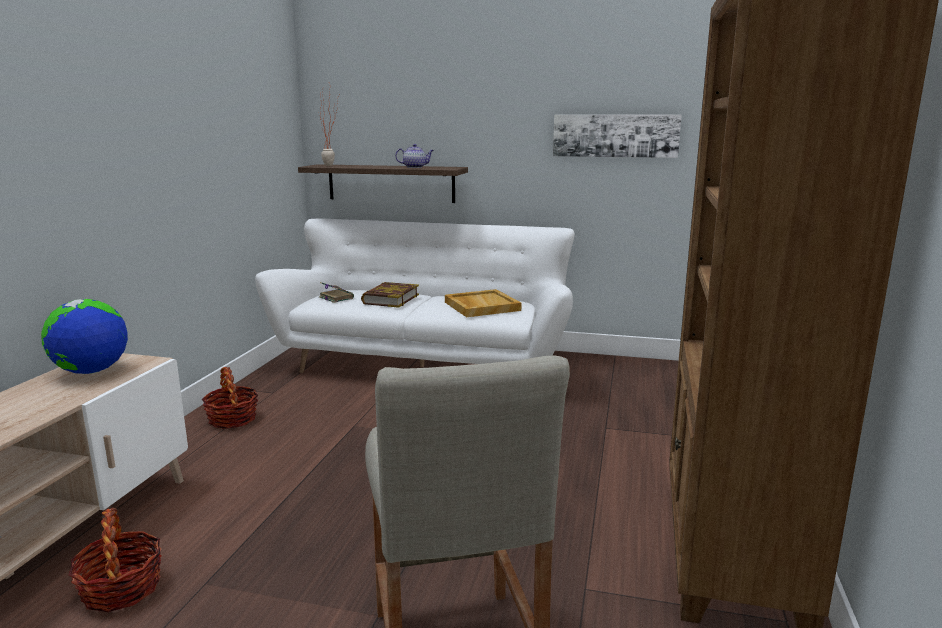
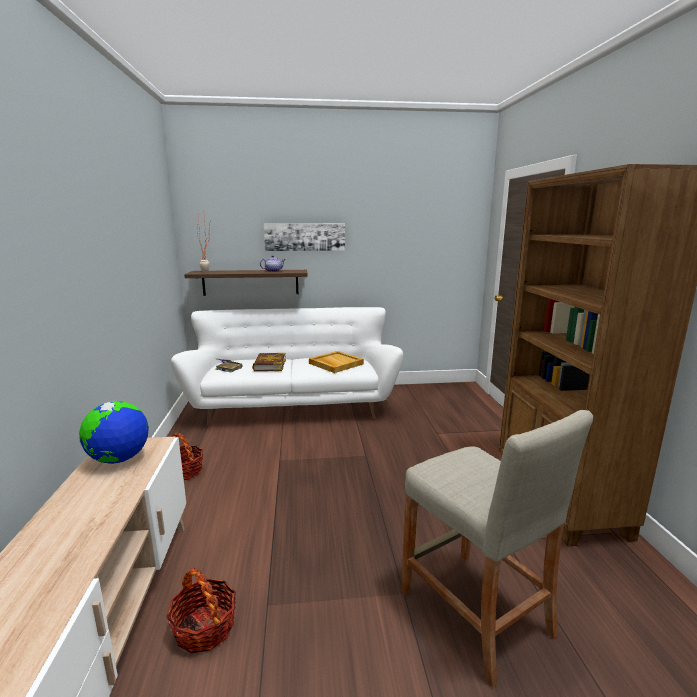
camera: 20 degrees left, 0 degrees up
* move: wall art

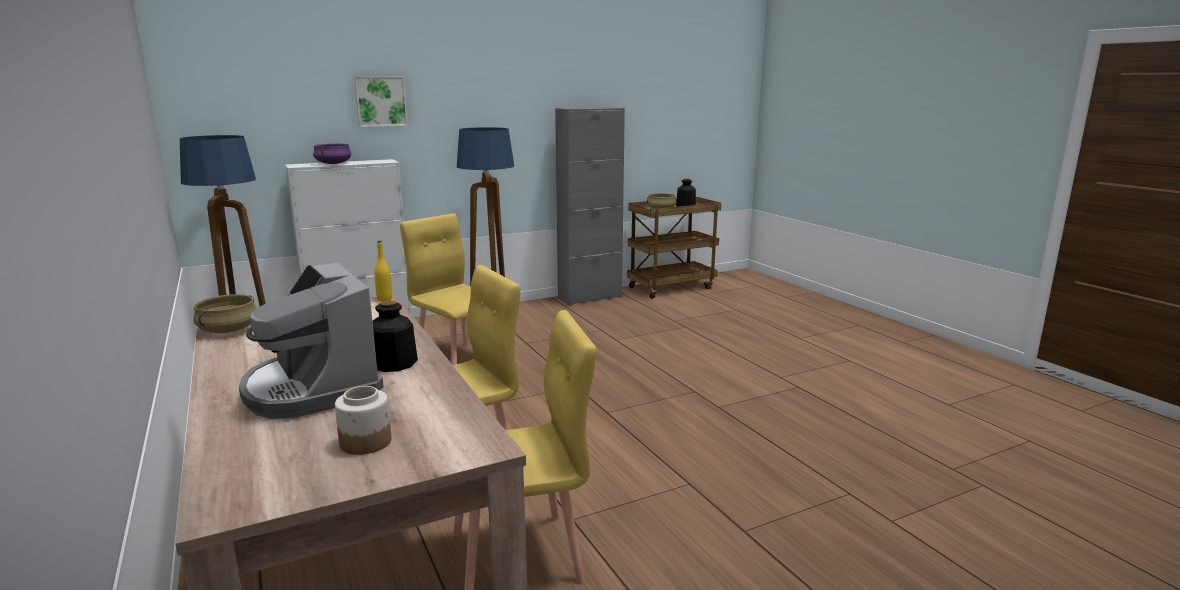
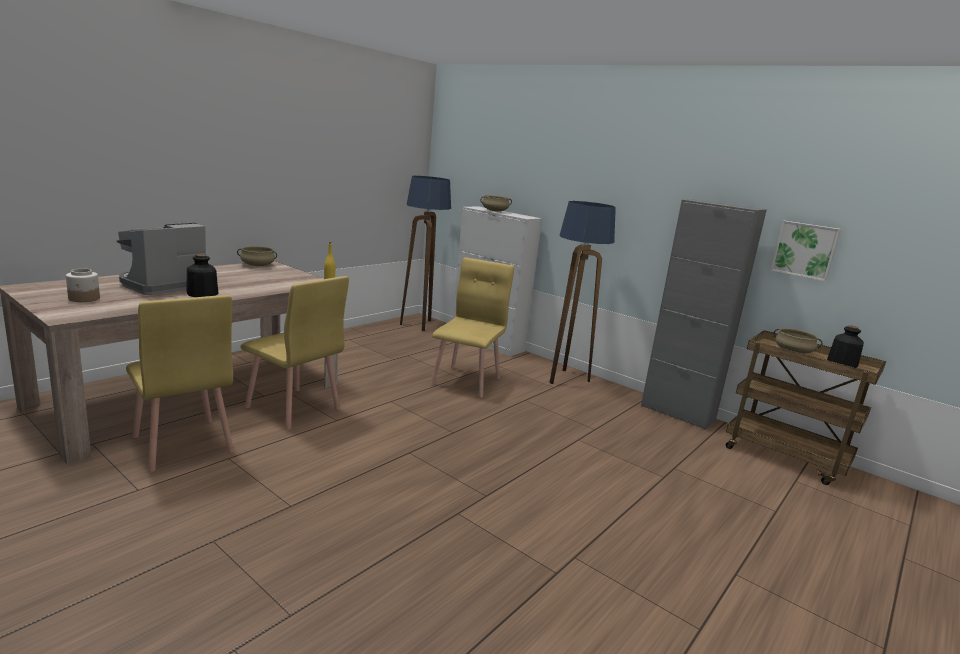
camera: 65 degrees right, 0 degrees up
* recolor: purple saucepot to sand-coloured saucepot (2nd from left)
* move: wall art

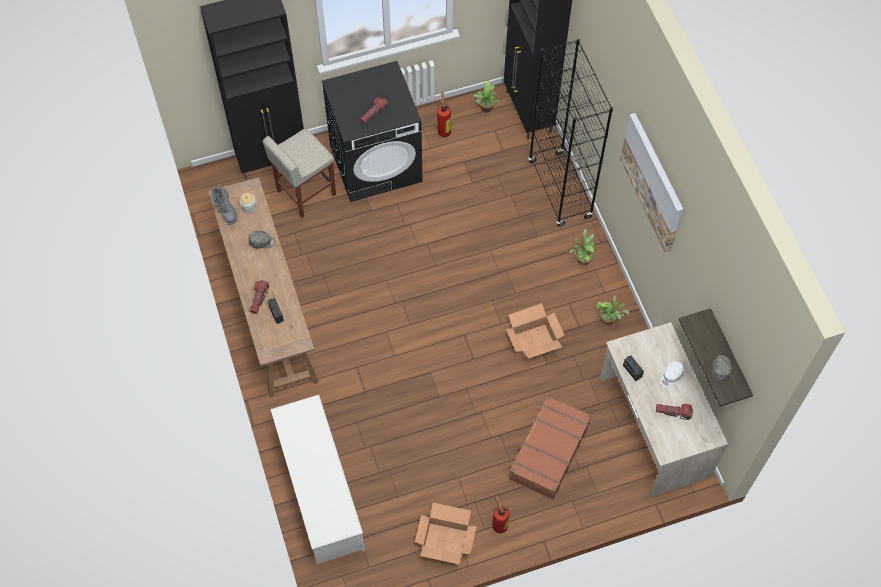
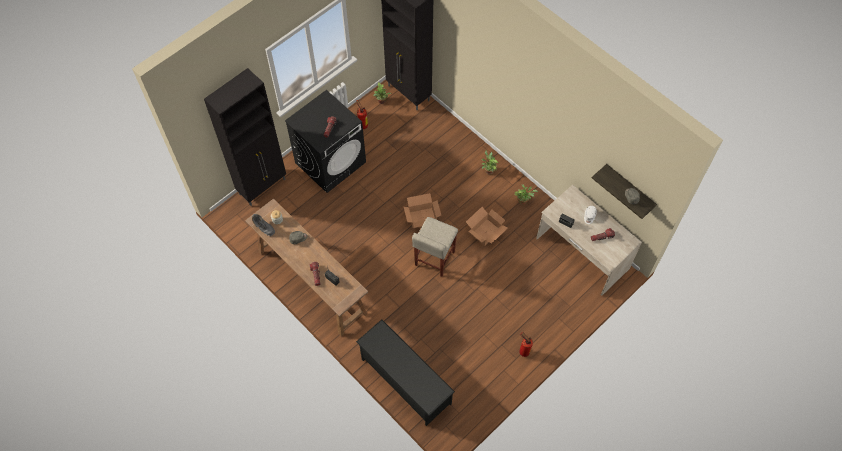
camera: 25 degrees left, 0 degrees up
* move: sand-coloured stool
* recolor: white shoe rack to black-coloured shoe rack
* move: packing box (1st from left)
* delete: brownish suitcase
* delete: black-coloured bookcase
* delete: wall art

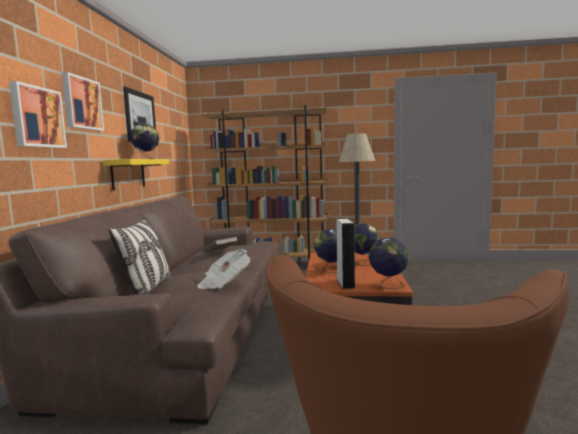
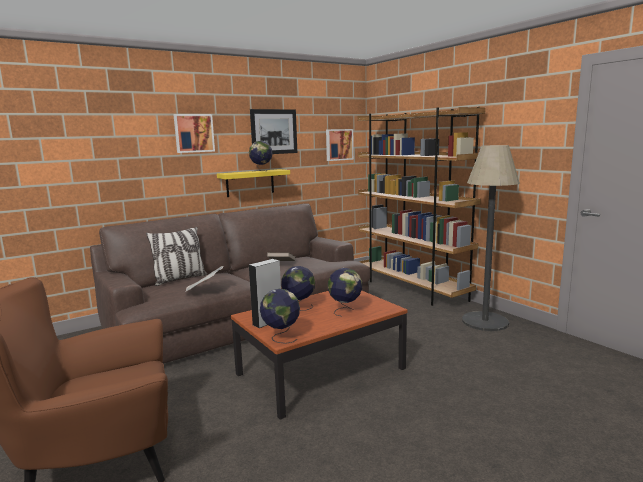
camera: 50 degrees right, 5 degrees up
* move: wall art (1st from left in the first image) to wall art (3rd from left)

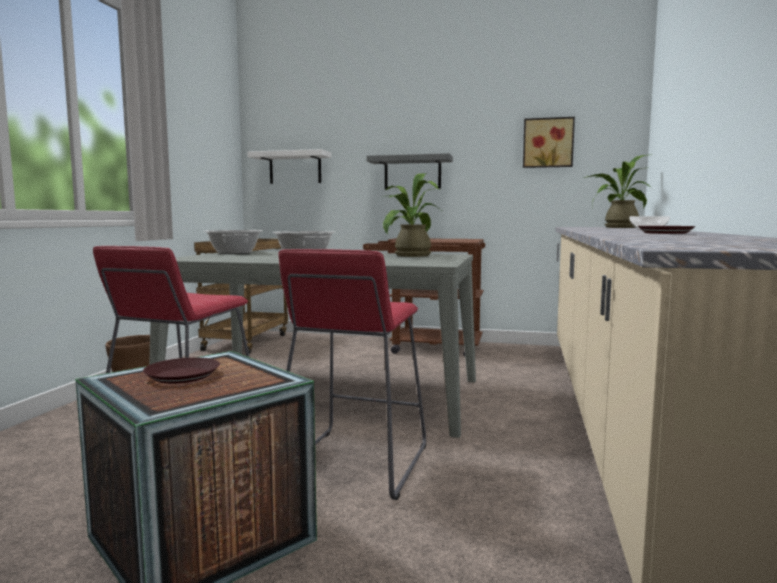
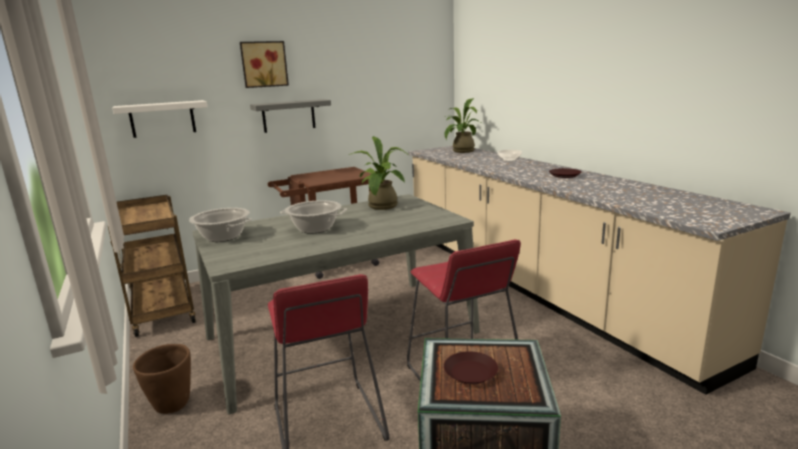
camera: 40 degrees left, 10 degrees up
* move: wall art

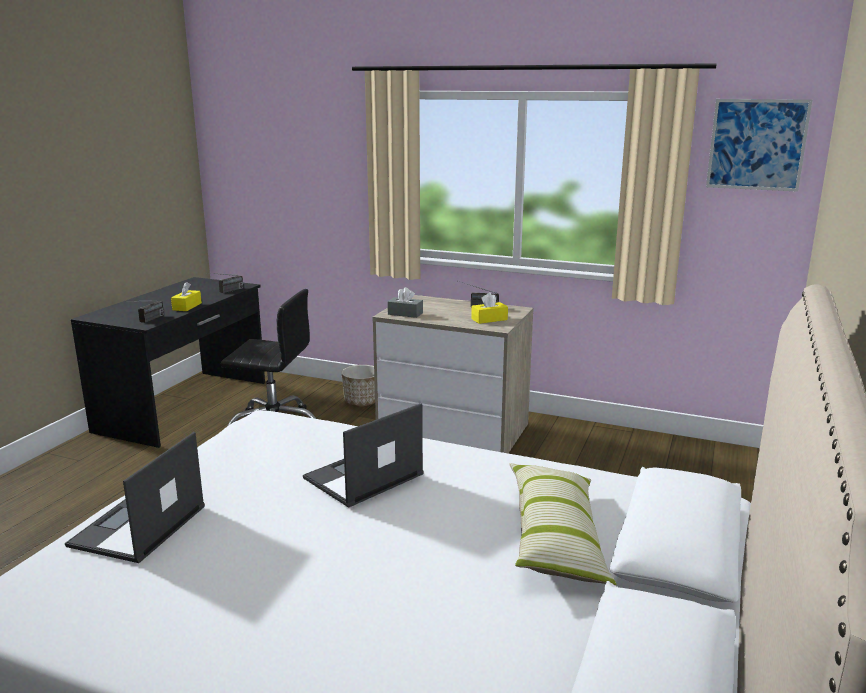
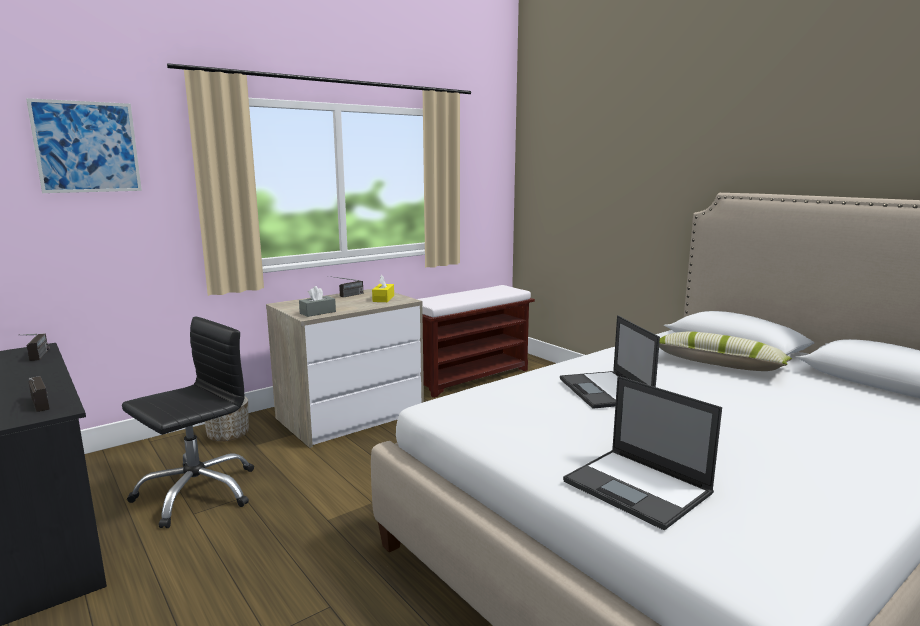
camera: 60 degrees left, 5 degrees down
* delete: yellow-coloured box of tissues (1st from left)
* move: wall art
* insert: brownish long seat

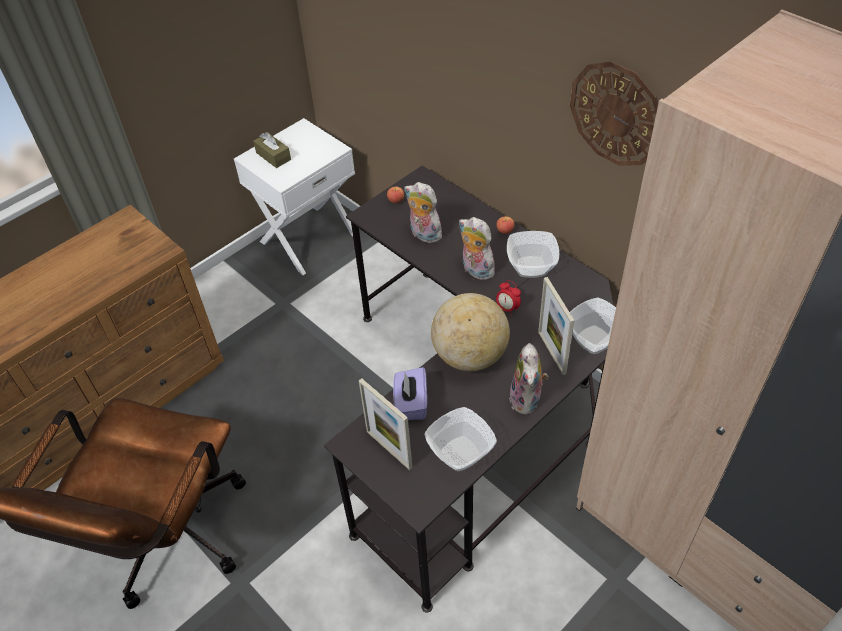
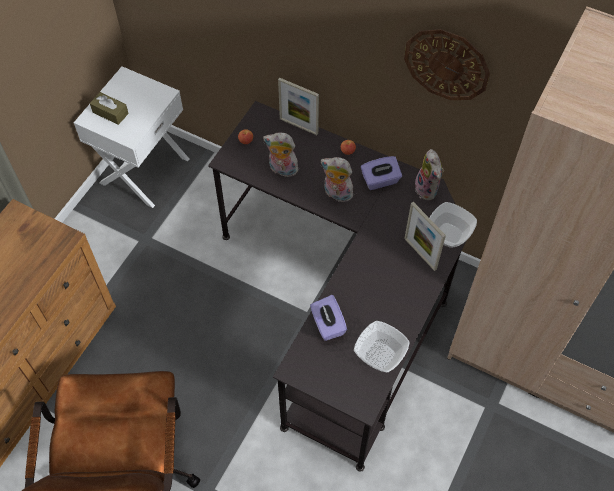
camera: 20 degrees left, 10 degrees up
* move: standing frame (1st from left)
* delete: world globe
* delete: alarm clock
* replace: deep dish (2nd from left) to purple box of tissues (2nd from left)
* move: cuddly toy (3rd from left)

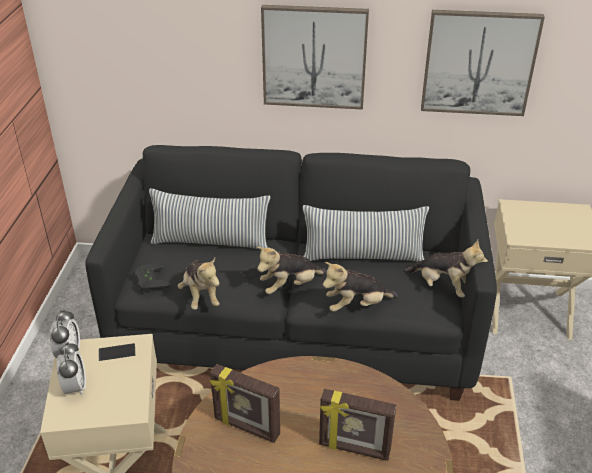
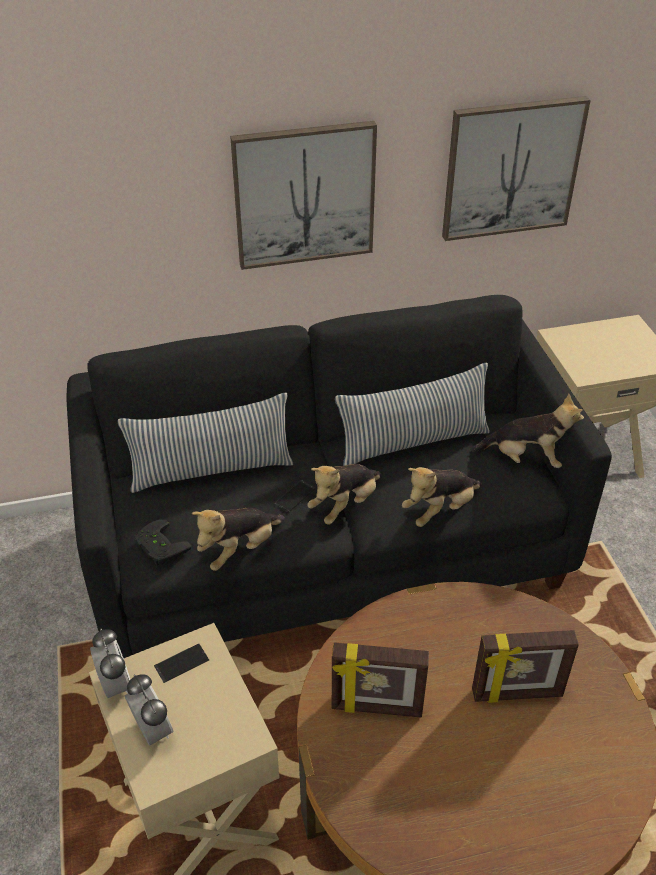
camera: 20 degrees left, 5 degrees up
* rotate: cuddly toy (1st from left) 90 degrees clockwise

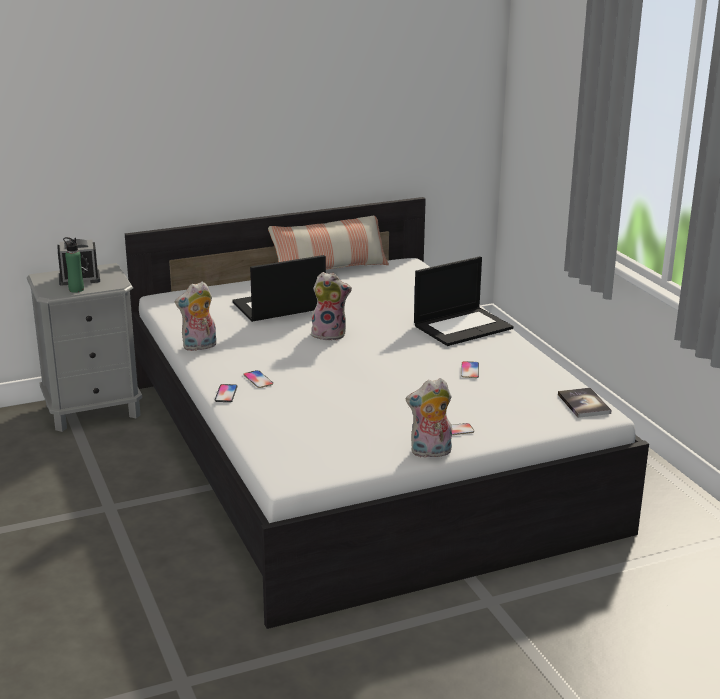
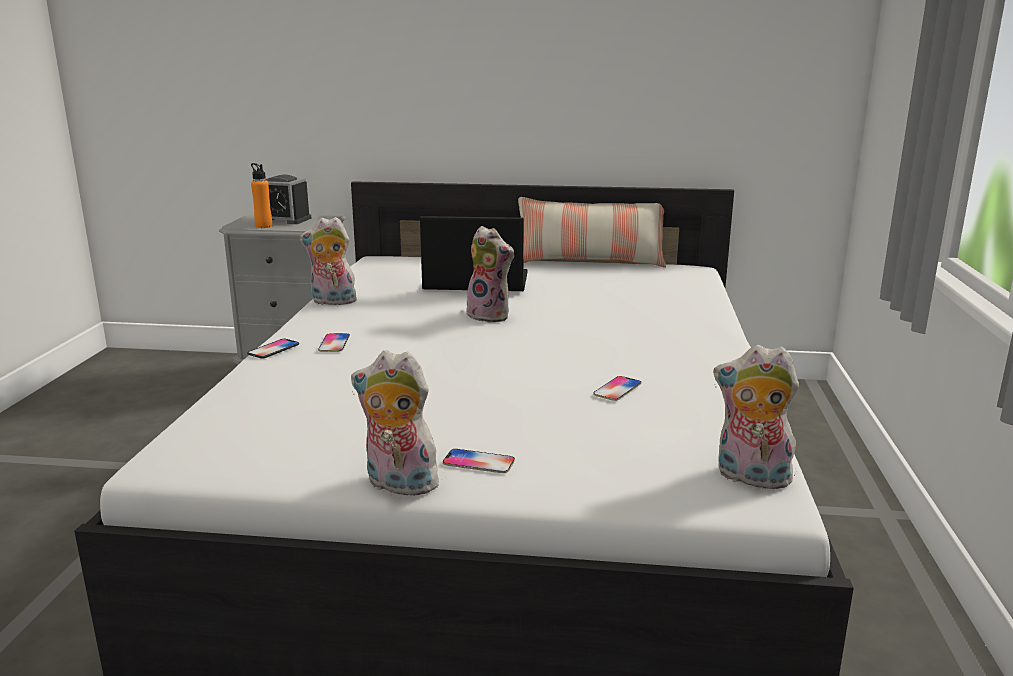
camera: 30 degrees right, 5 degrees down
* recolor: green drink bottle to orange-coloured drink bottle
* delete: laptop (2nd from left)
* replace: book to cuddly toy (4th from left)

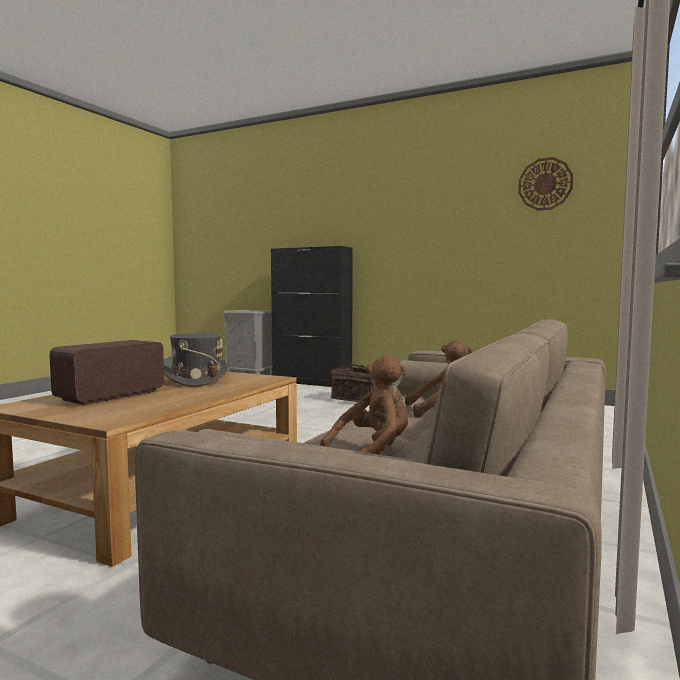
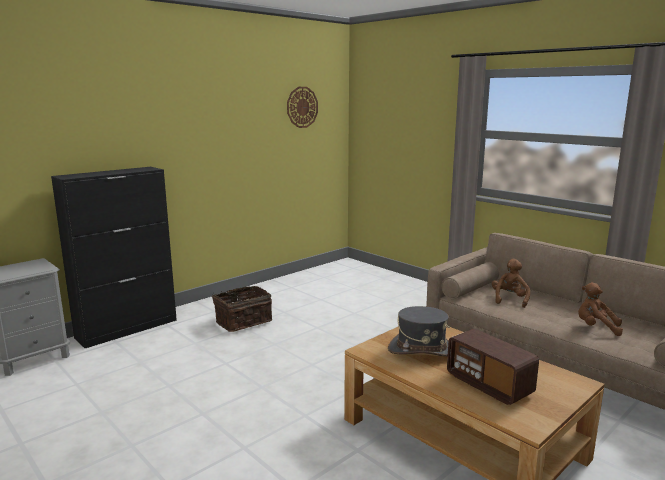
camera: 70 degrees left, 10 degrees up
* rotate: brownish cuddly toy (1st from left in the first image) 45 degrees counterclockwise

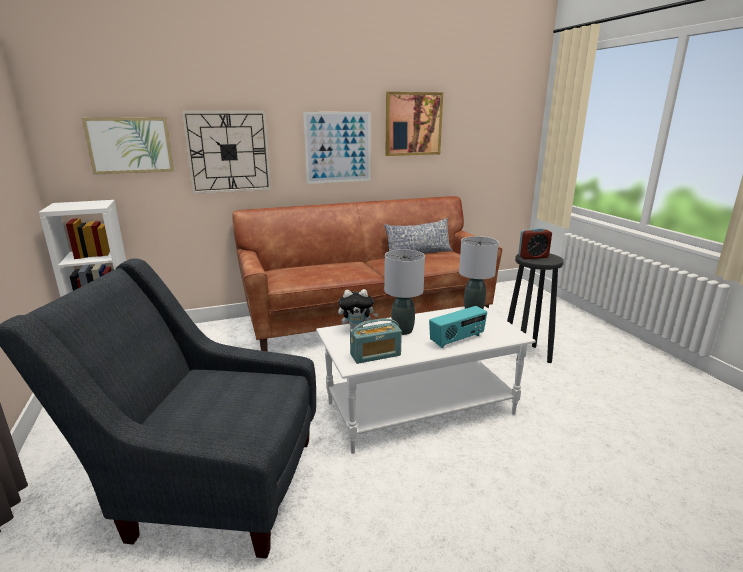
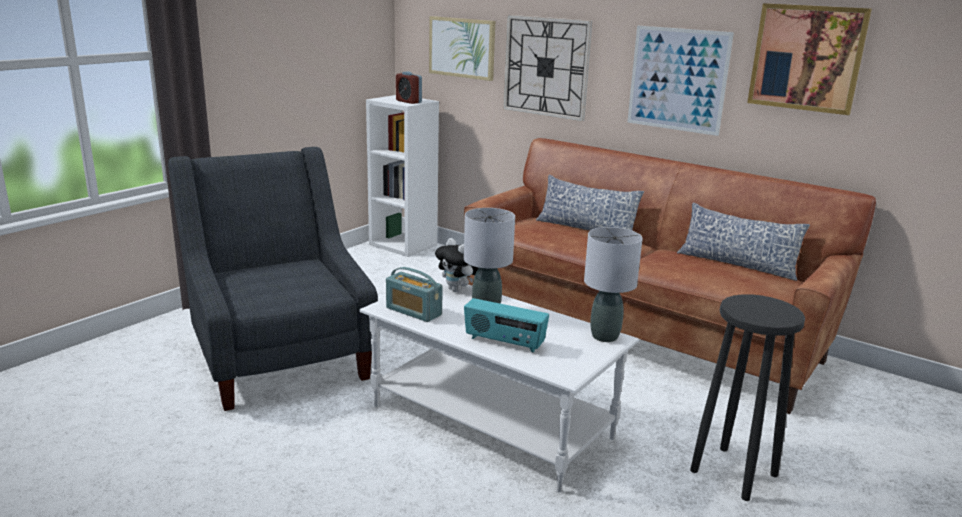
camera: 55 degrees right, 0 degrees up
* move: alarm clock
* insert: cushion (1st from left)

